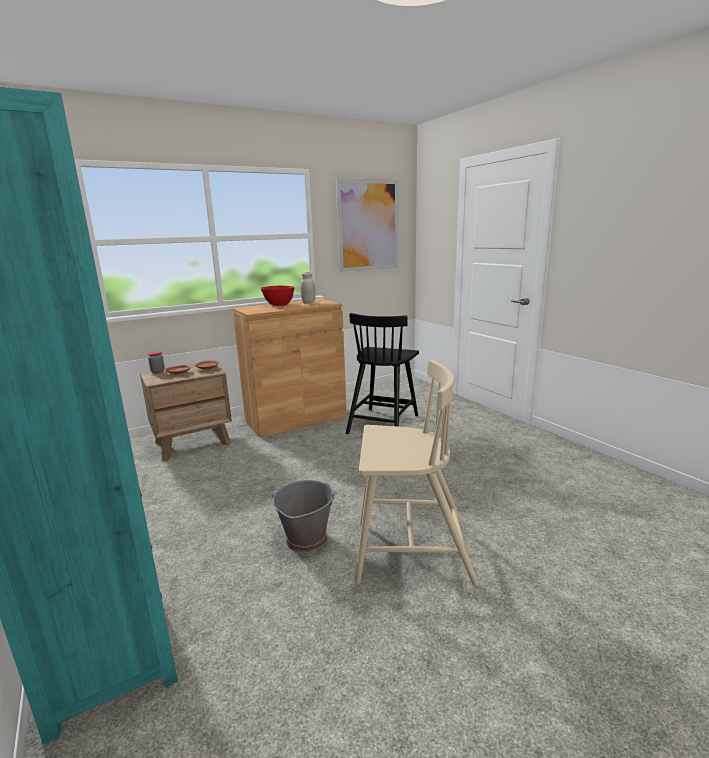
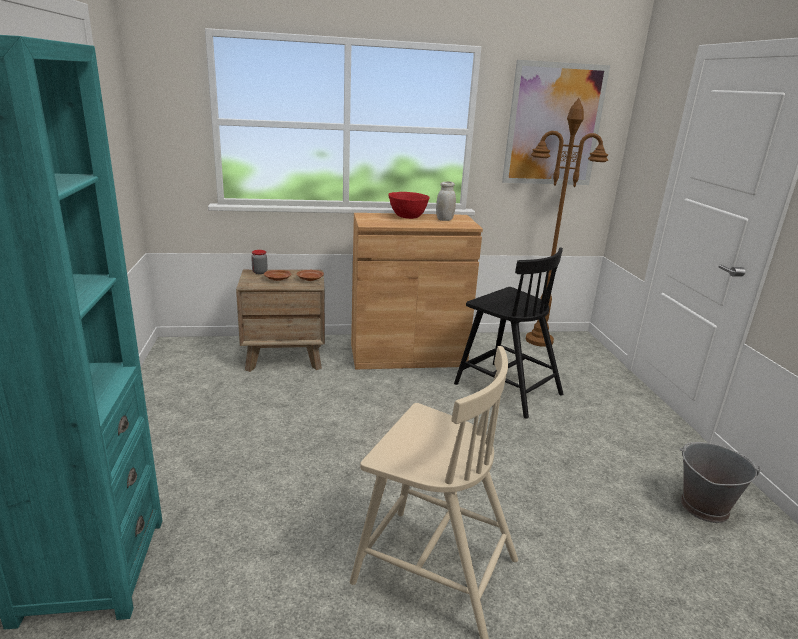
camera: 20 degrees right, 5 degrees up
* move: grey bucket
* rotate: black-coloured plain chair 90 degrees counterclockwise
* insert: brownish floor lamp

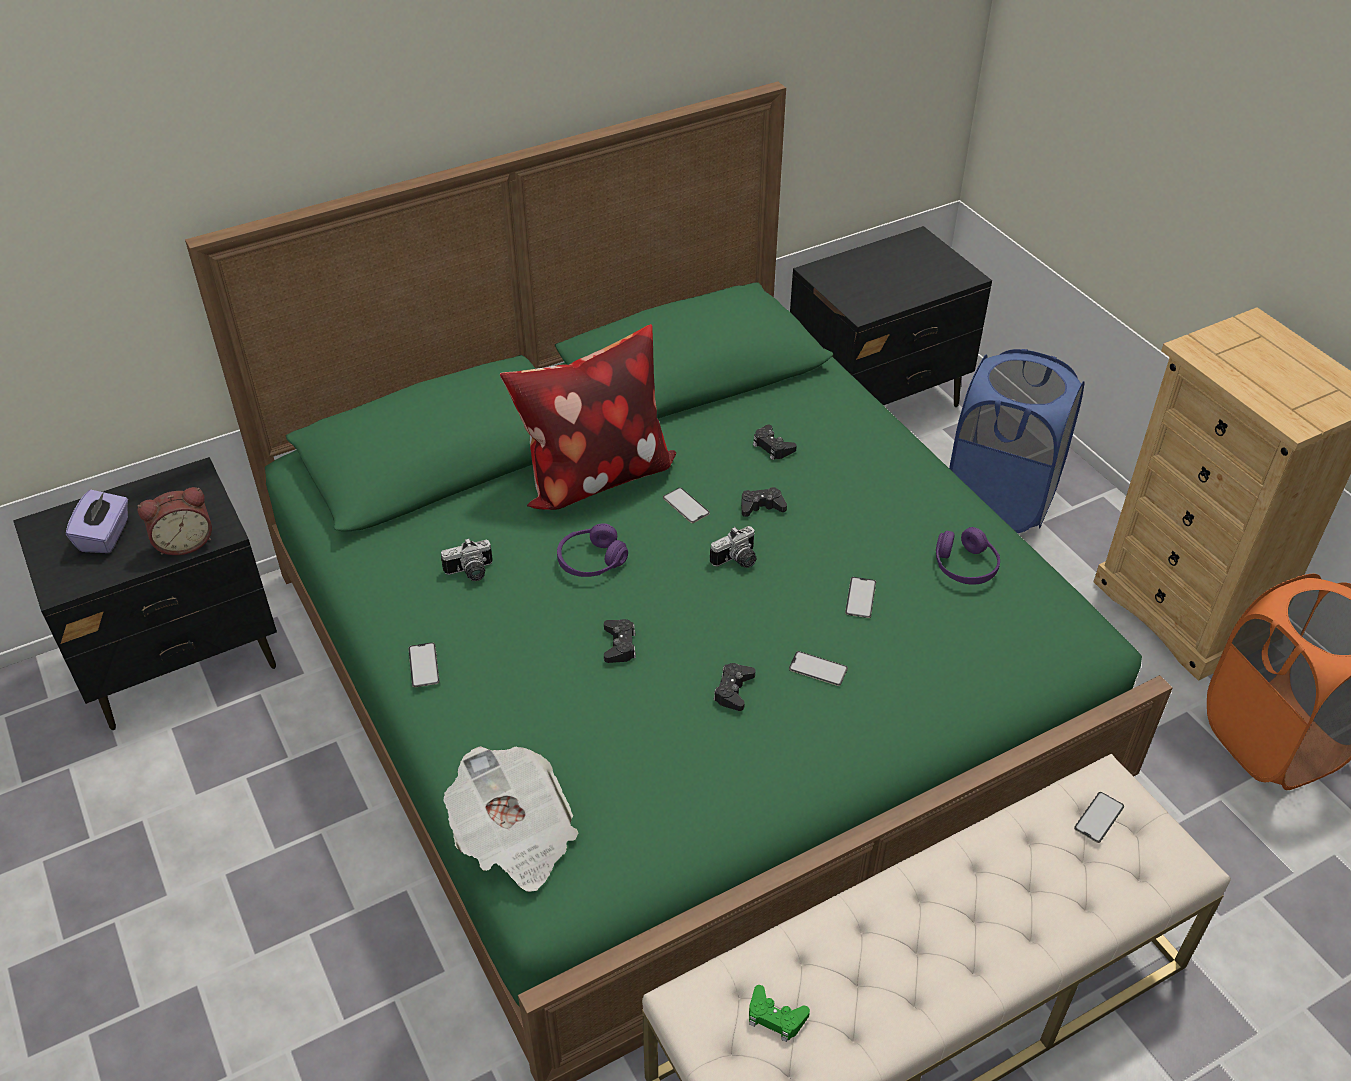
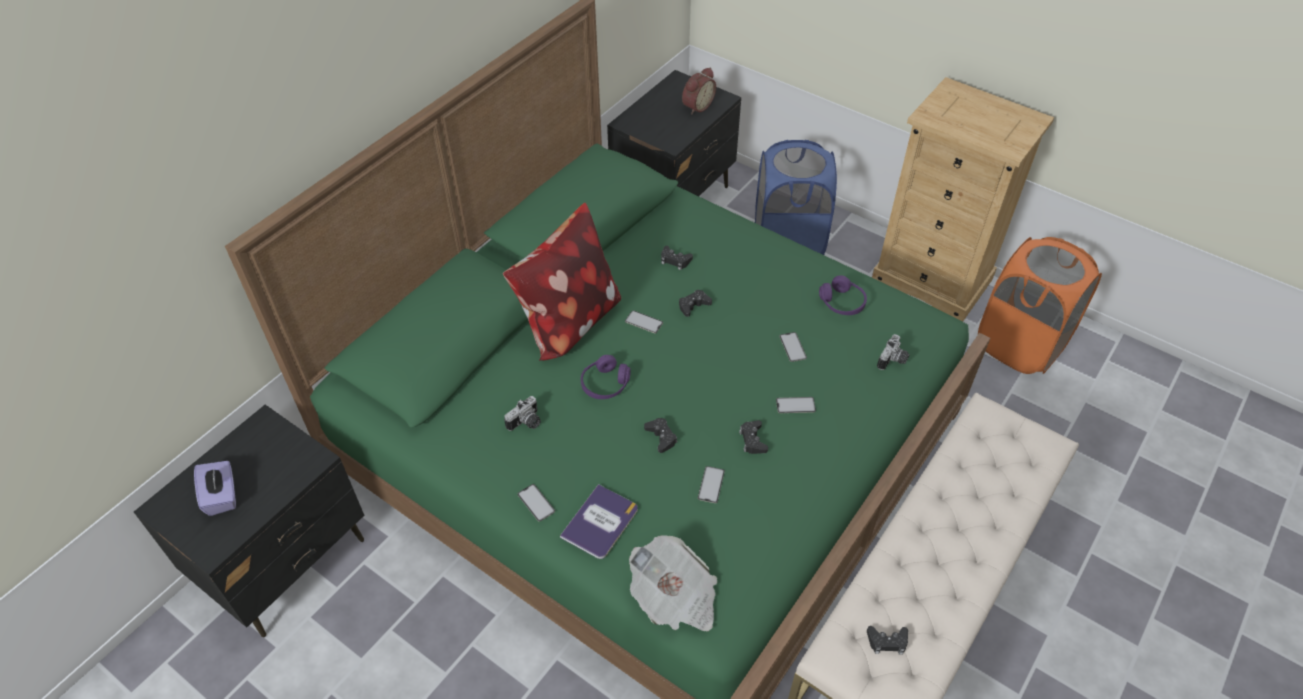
camera: 25 degrees left, 5 degrees up
* move: alarm clock
* move: photo camera (2nd from left)
* recolor: green gamepad to black-coloured gamepad (5th from left)
* move: phone (5th from left in the first image) to phone (3rd from left)
* insert: book

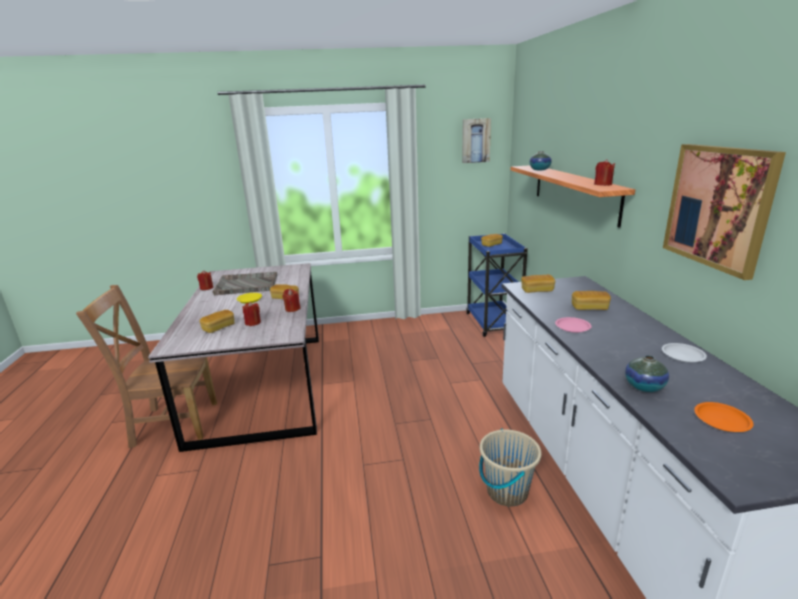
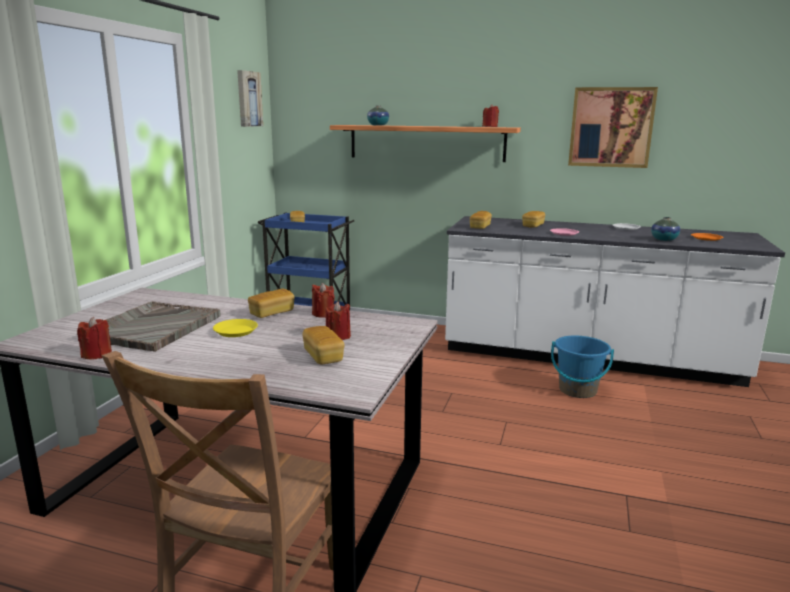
camera: 65 degrees left, 5 degrees down
* recolor: sand-coloured bucket to blue bucket

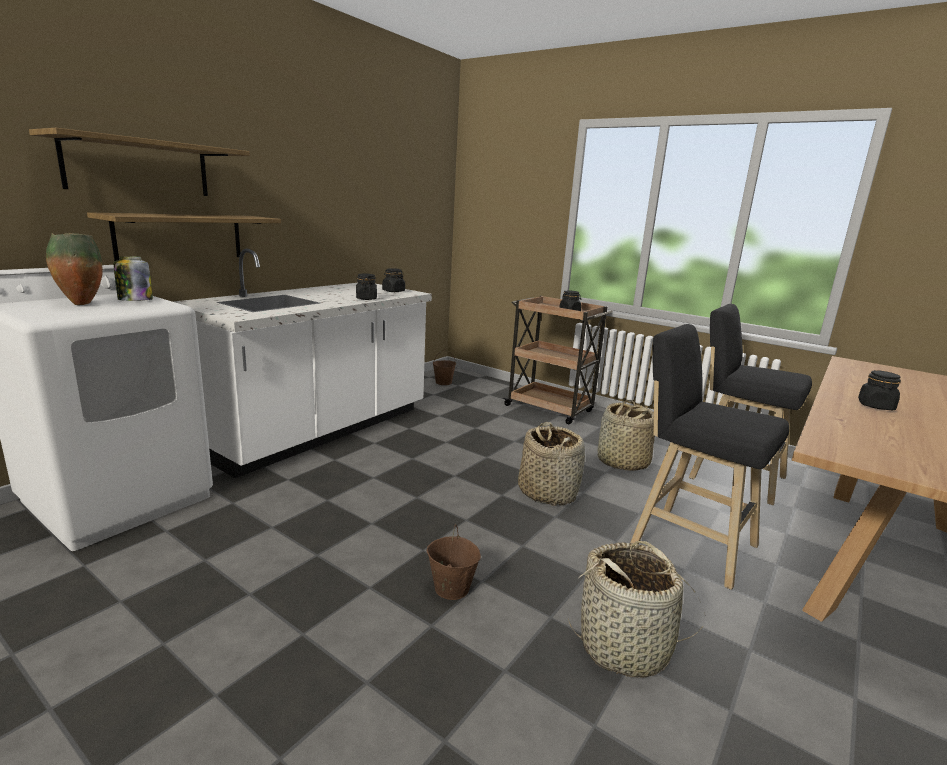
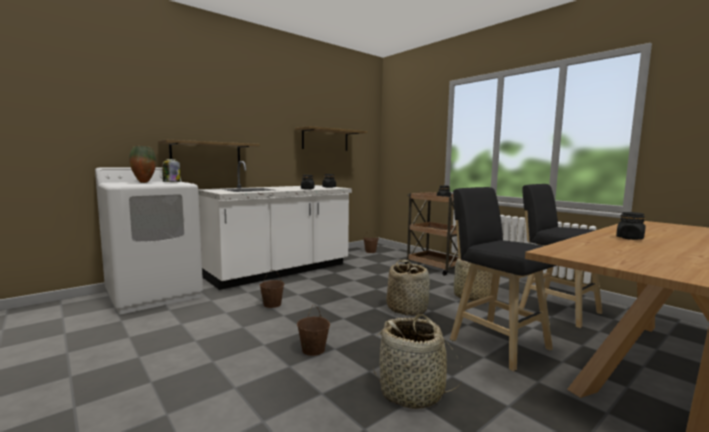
camera: 15 degrees right, 10 degrees down
* move: bracket shelf (1st from left in the first image) to bracket shelf (2nd from left)
* insert: brownish bucket (1st from left)

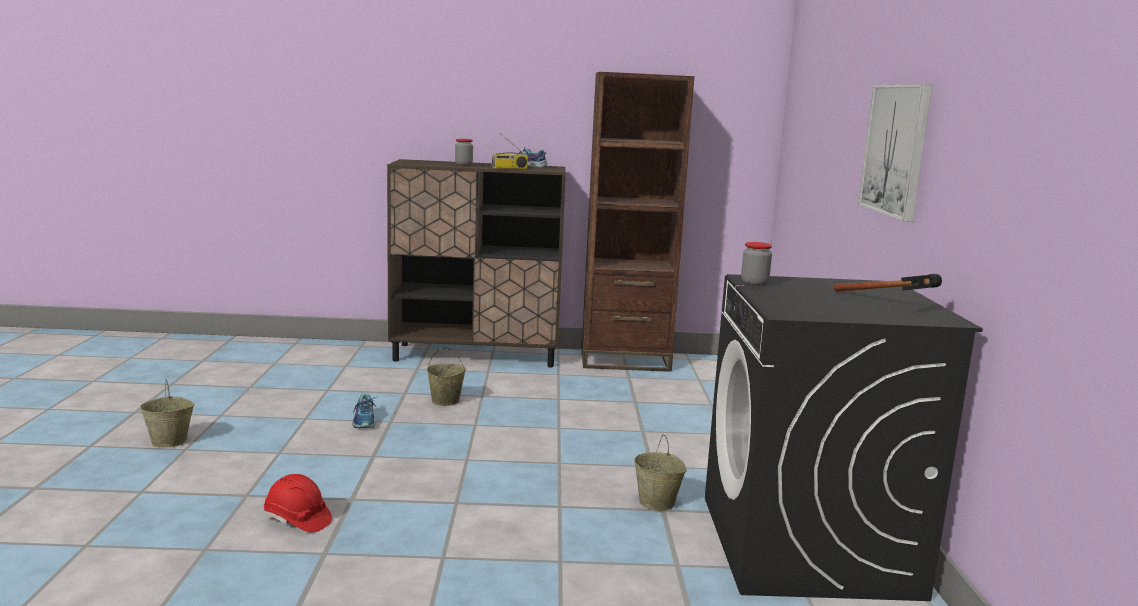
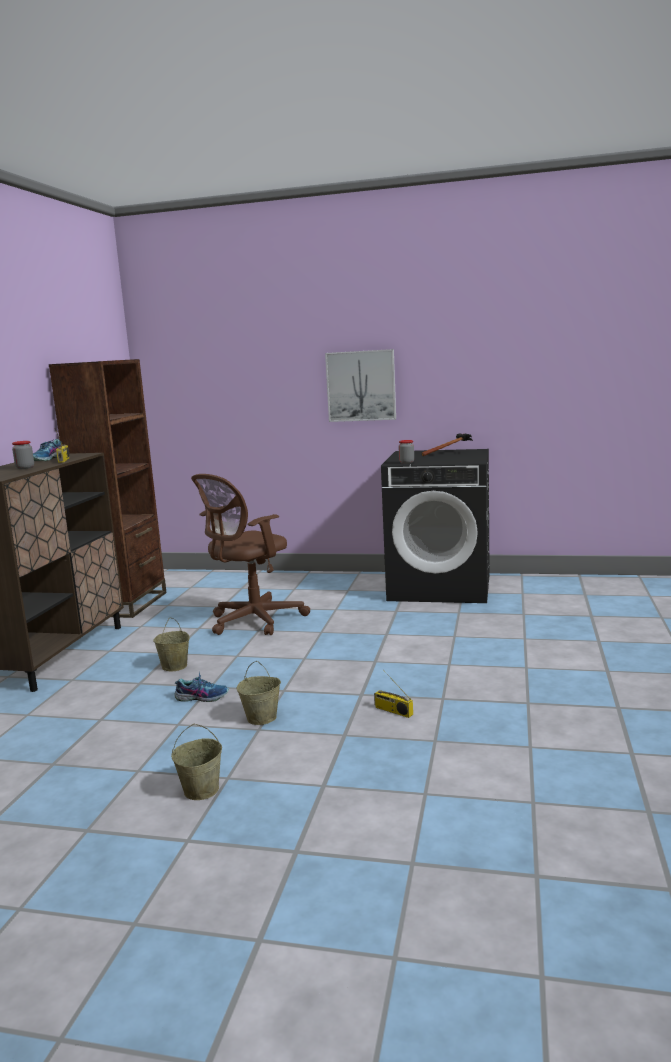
camera: 75 degrees left, 0 degrees up
* replace: red safety helmet to radio set (2nd from left)
* move: sand-coloured bucket (3rd from left)
* insert: brownish computer chair

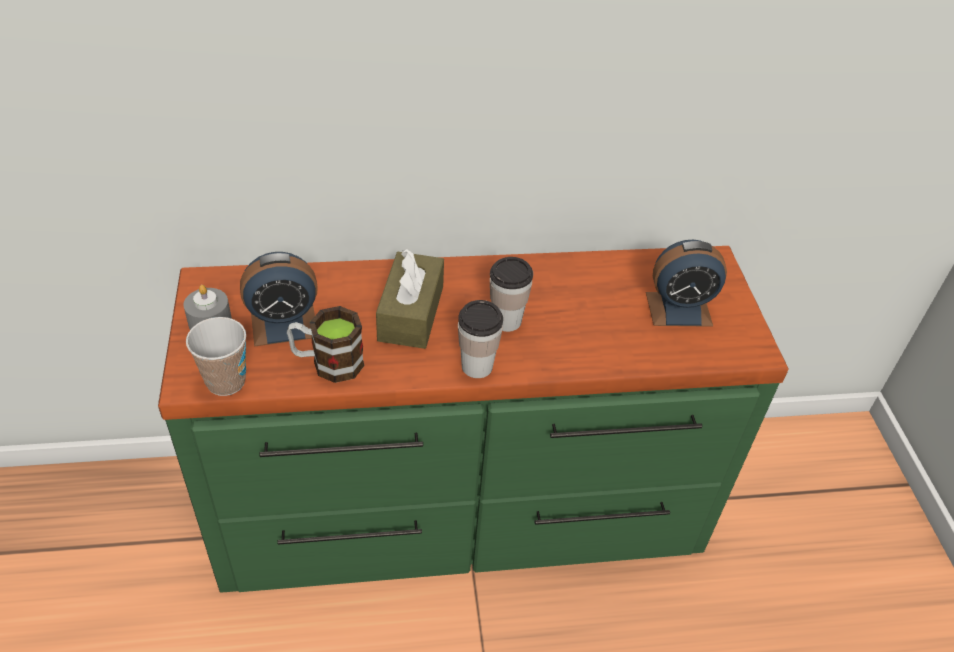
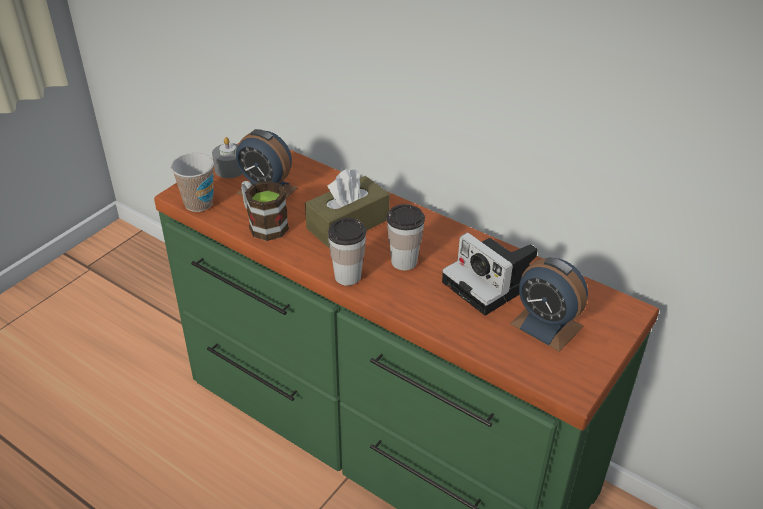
camera: 45 degrees right, 5 degrees down
* insert: photo camera

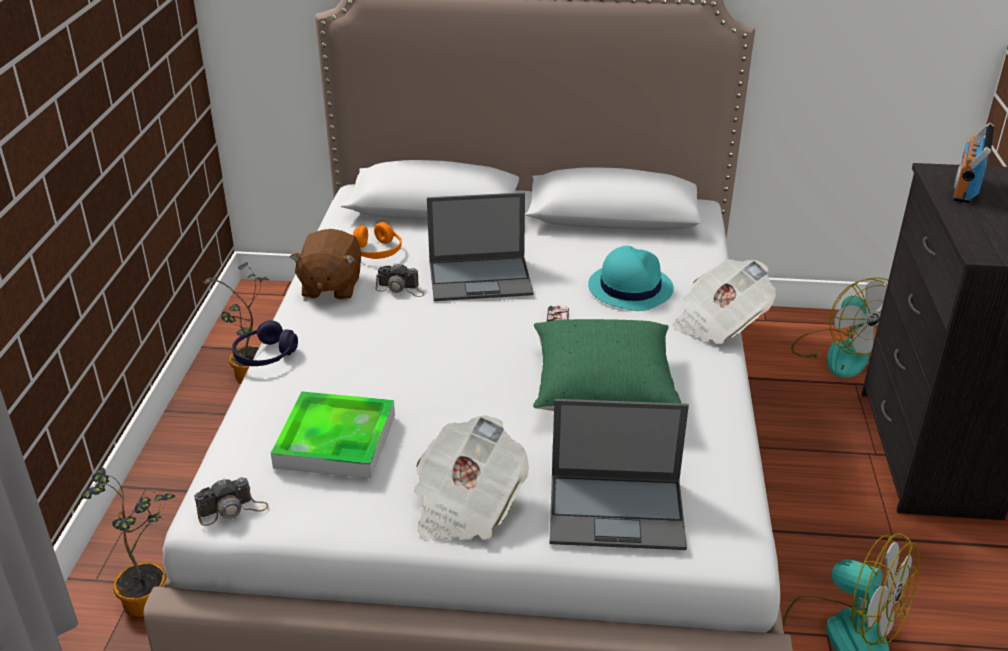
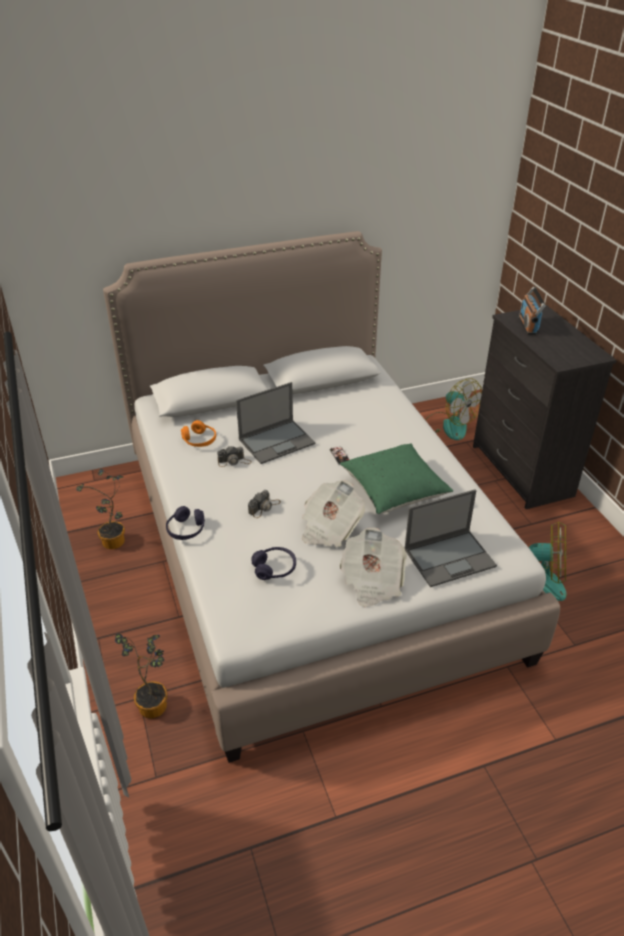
camera: 25 degrees left, 5 degrees up
* move: photo camera (1st from left in the first image) to photo camera (2nd from left)
* replace: carrying tray to purple pair of headphones (2nd from left)
* delete: brownish cuddly toy
* delete: turquoise-coloured clothing hat
* move: daily paper (2nd from left in the first image) to daily paper (1st from left)

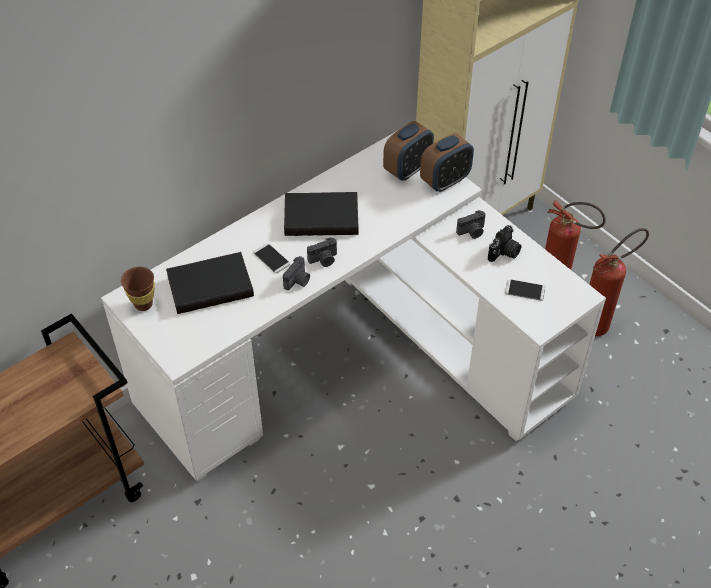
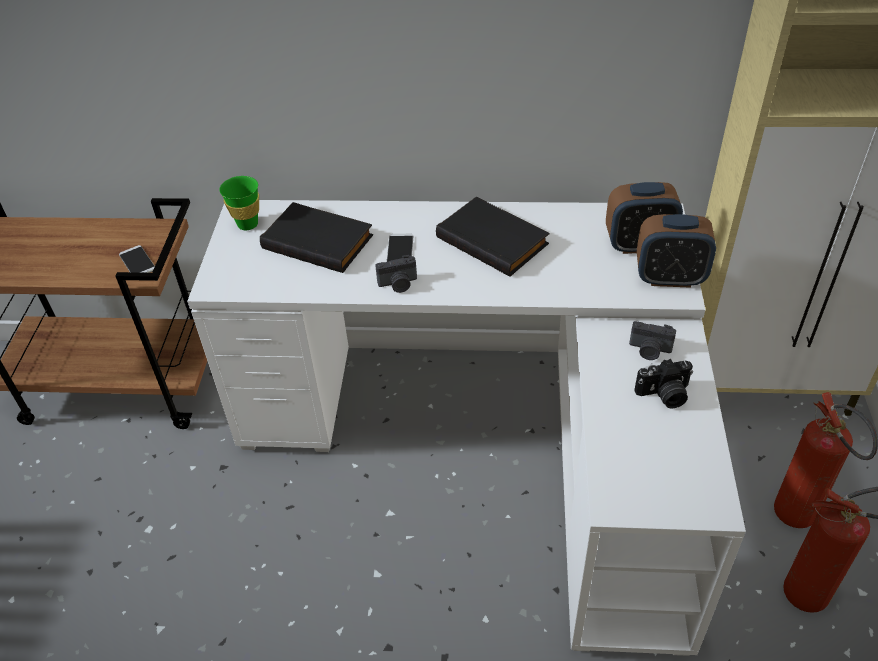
camera: 45 degrees right, 5 degrees down
* recolor: brownish small cup to green small cup
* delete: photo camera (2nd from left)
* move: phone (2nd from left in the first image) to phone (1st from left)

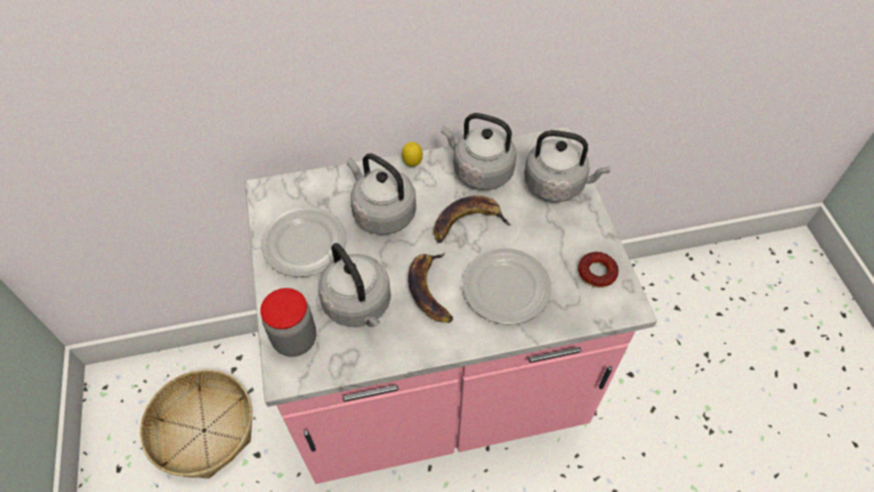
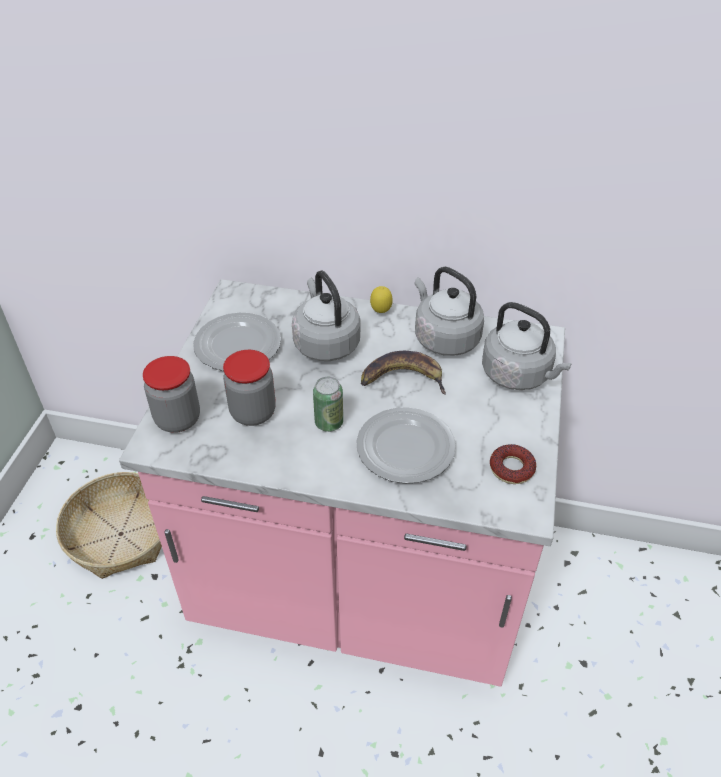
camera: 25 degrees right, 10 degrees down
* replace: grey kettle (1st from left) to preserve jar (2nd from left)
* replace: banana (1st from left) to metal can

